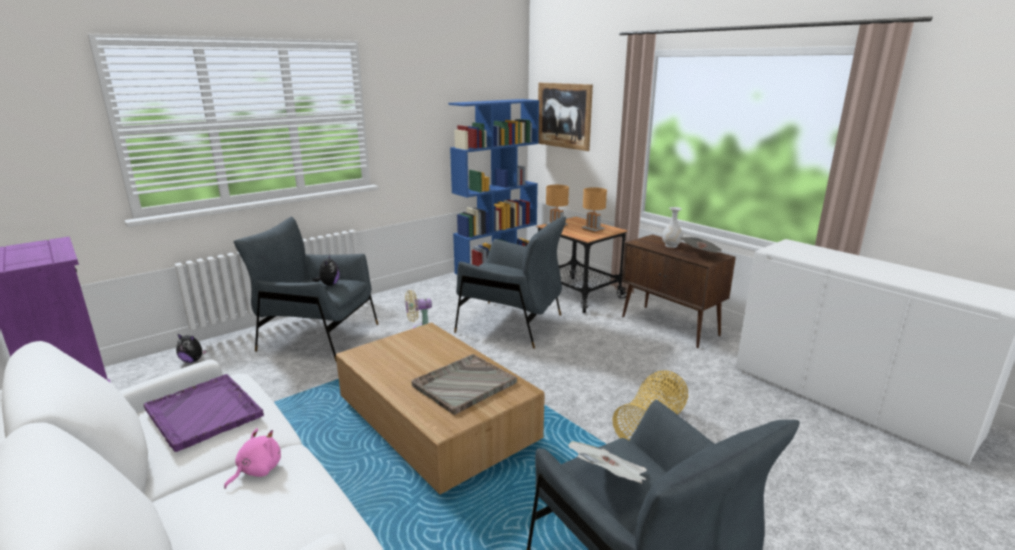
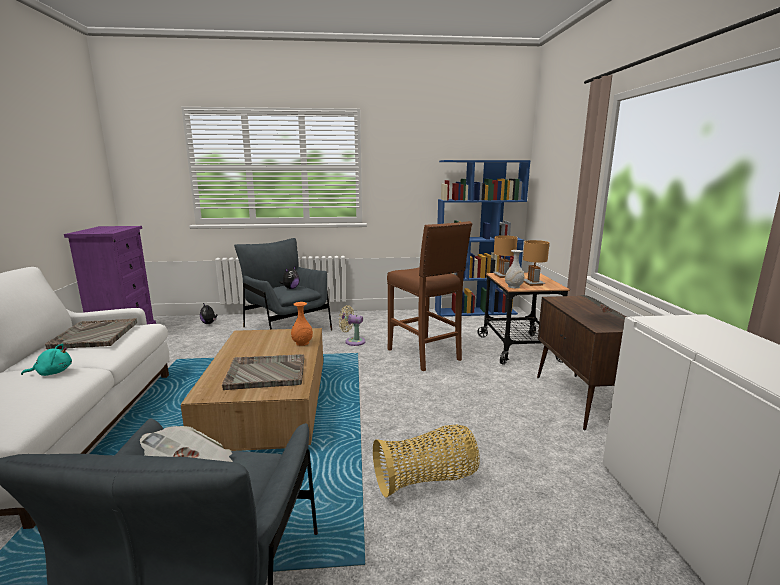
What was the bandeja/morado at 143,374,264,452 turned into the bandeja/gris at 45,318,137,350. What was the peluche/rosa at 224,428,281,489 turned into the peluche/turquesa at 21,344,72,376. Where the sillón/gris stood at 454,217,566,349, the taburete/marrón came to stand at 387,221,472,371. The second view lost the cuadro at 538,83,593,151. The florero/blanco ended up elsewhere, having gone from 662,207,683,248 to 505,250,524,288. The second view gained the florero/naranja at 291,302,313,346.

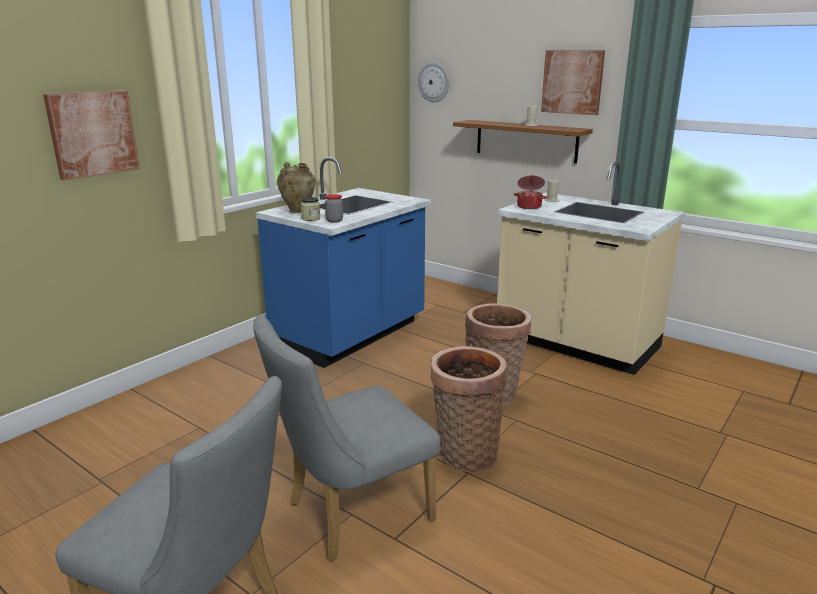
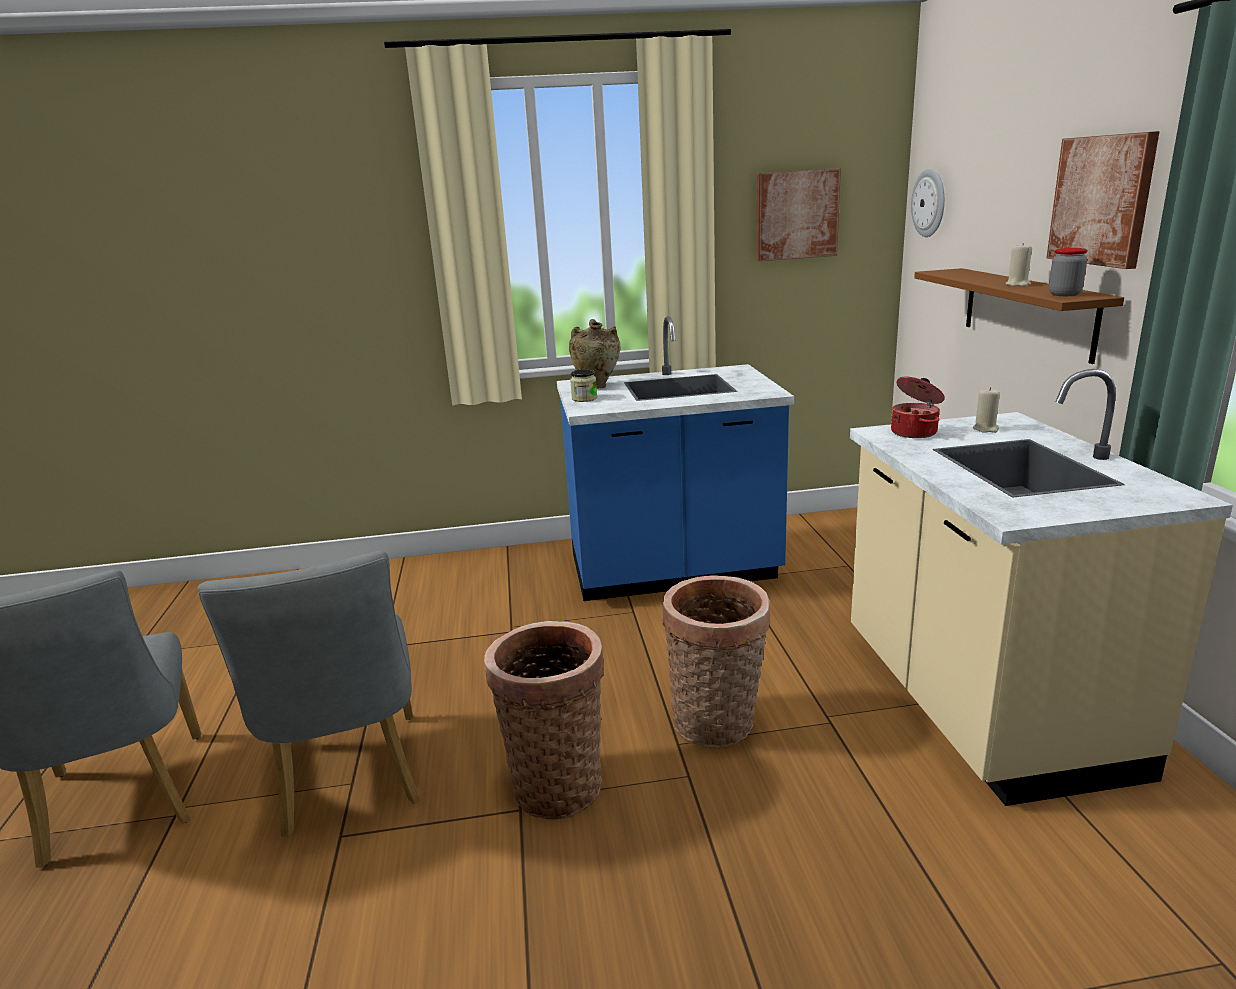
The cuadro ended up elsewhere, having gone from 43,90,140,180 to 756,168,841,261. The silla/gris at 253,315,440,561 ended up facing another way, 120 degrees counterclockwise from before. The tarro ended up elsewhere, having gone from 325,194,343,223 to 1049,248,1088,296.

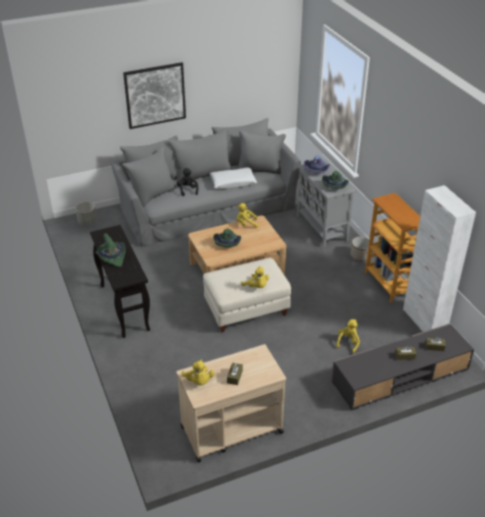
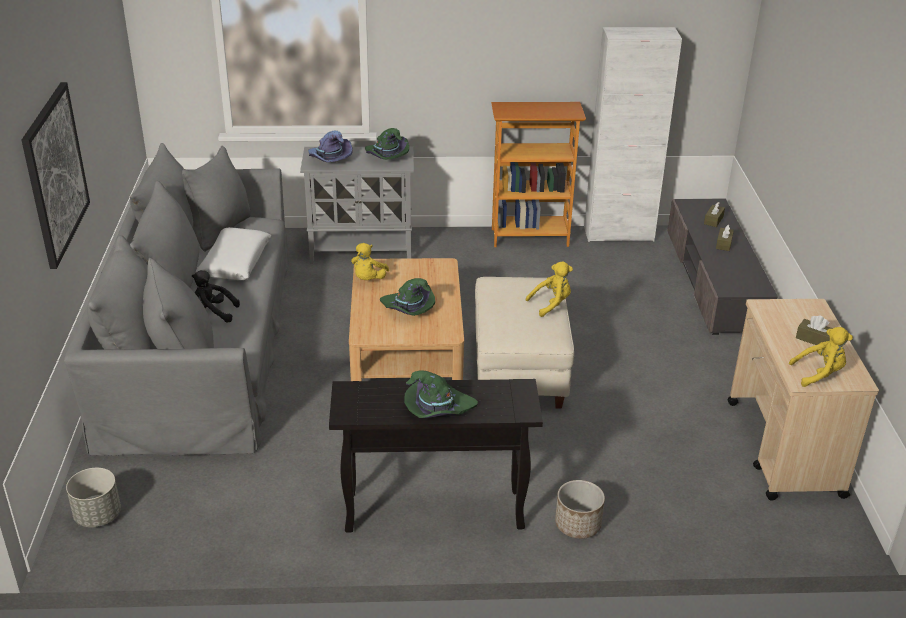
The second view lost the peluche/amarillo at 336,319,360,353. The maceta ended up elsewhere, having gone from 350,237,369,261 to 555,480,605,539.

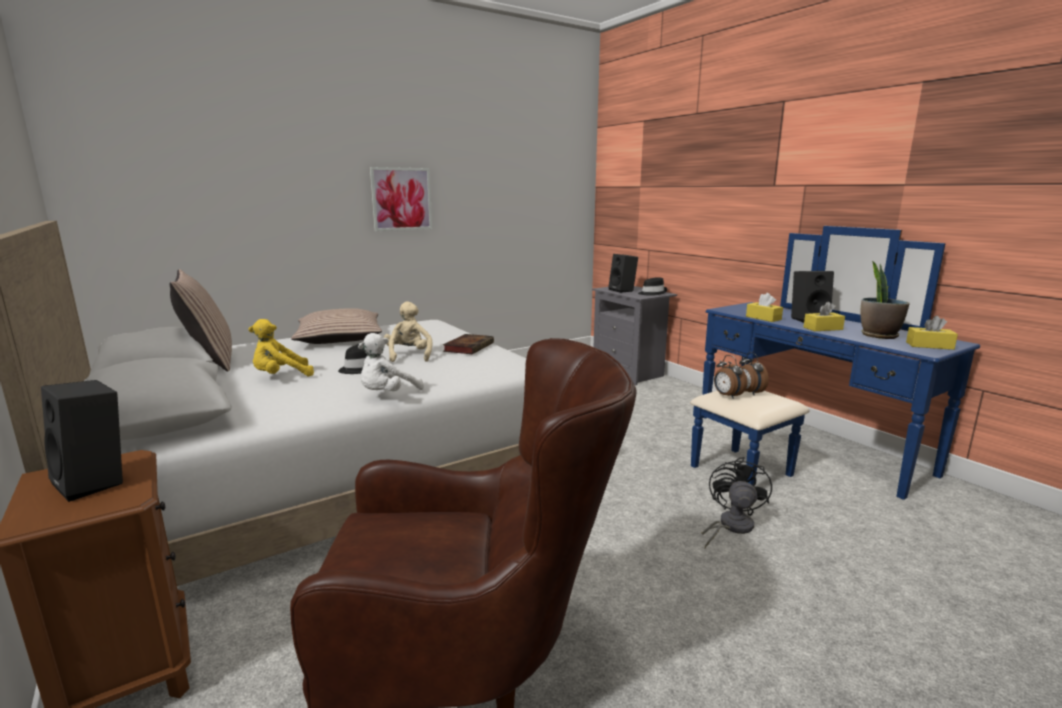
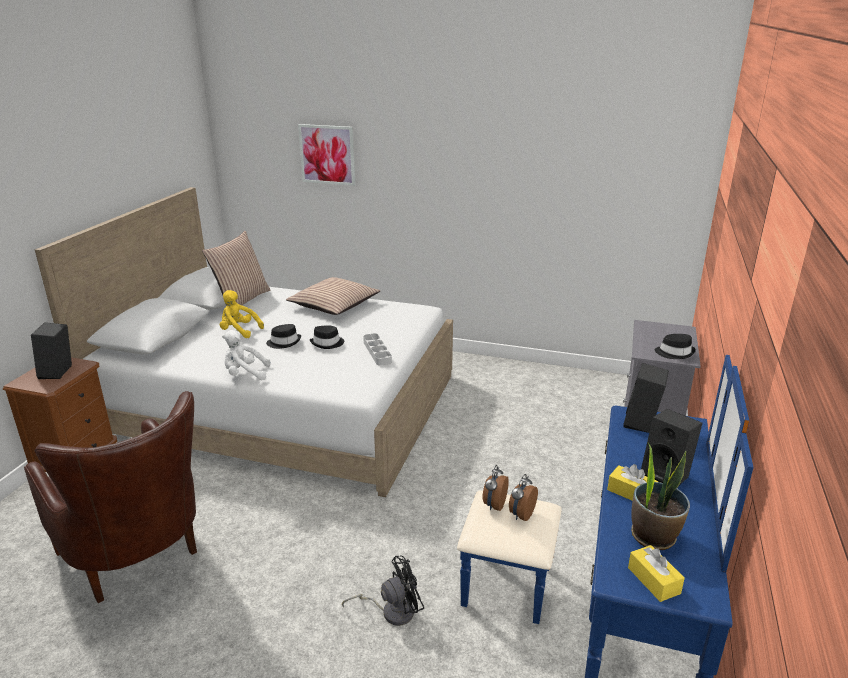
The cuadro ended up elsewhere, having gone from 370,167,432,231 to 298,124,355,186. Where the peluche/beis stood at 384,301,432,362, the sombrero/negro came to stand at 310,325,344,349. Where the libro stood at 443,334,494,354, the bandeja/gris came to stand at 363,333,392,366. The altavoz/negro ended up elsewhere, having gone from 609,254,638,293 to 623,363,669,433. The second view lost the caja de pañuelos/amarillo at 746,293,783,322.

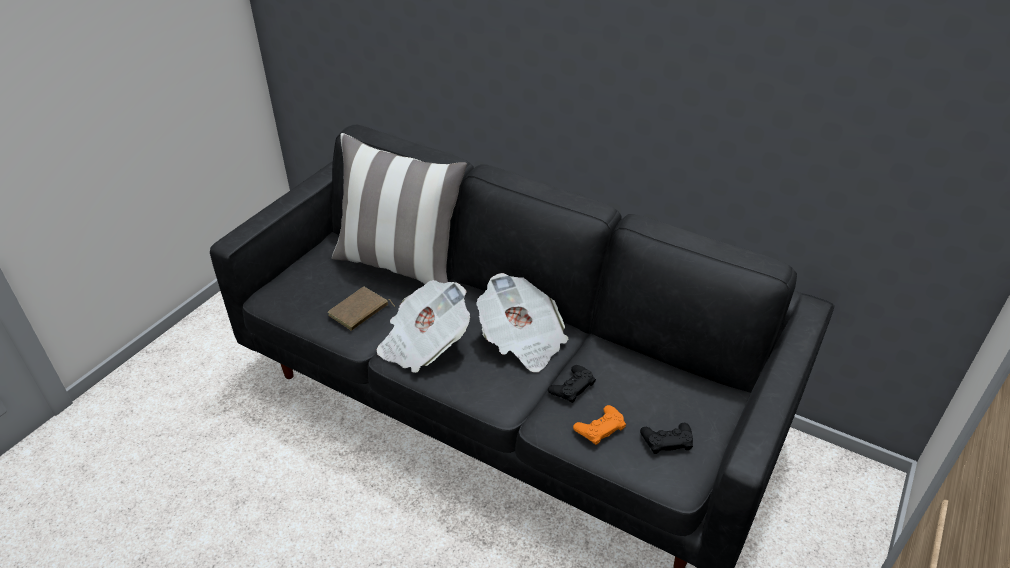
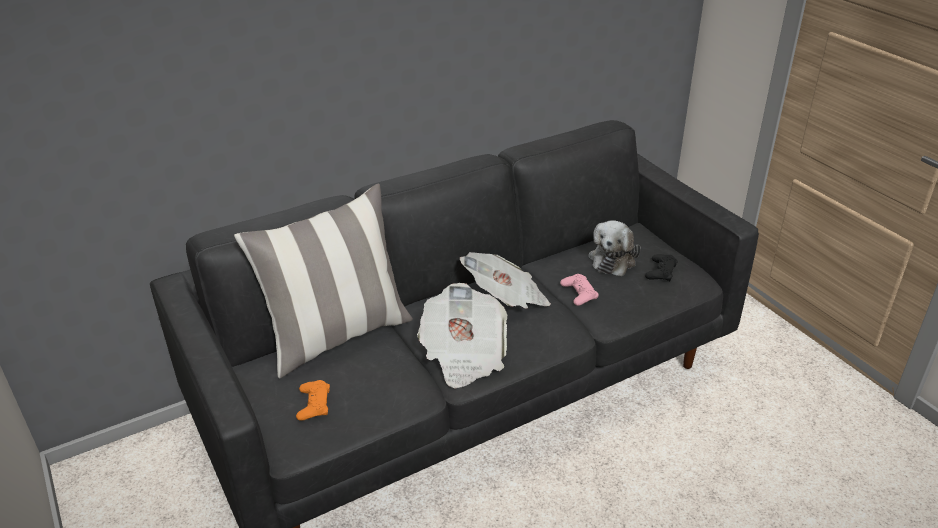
The second view lost the libro/marrón at 328,287,395,331. What was the mando de consola/negro at 548,365,596,403 turned into the mando de consola/rosa at 560,274,599,306. The mando de consola/naranja ended up elsewhere, having gone from 573,405,626,445 to 296,380,330,421. The second view gained the peluche at 588,220,641,276.

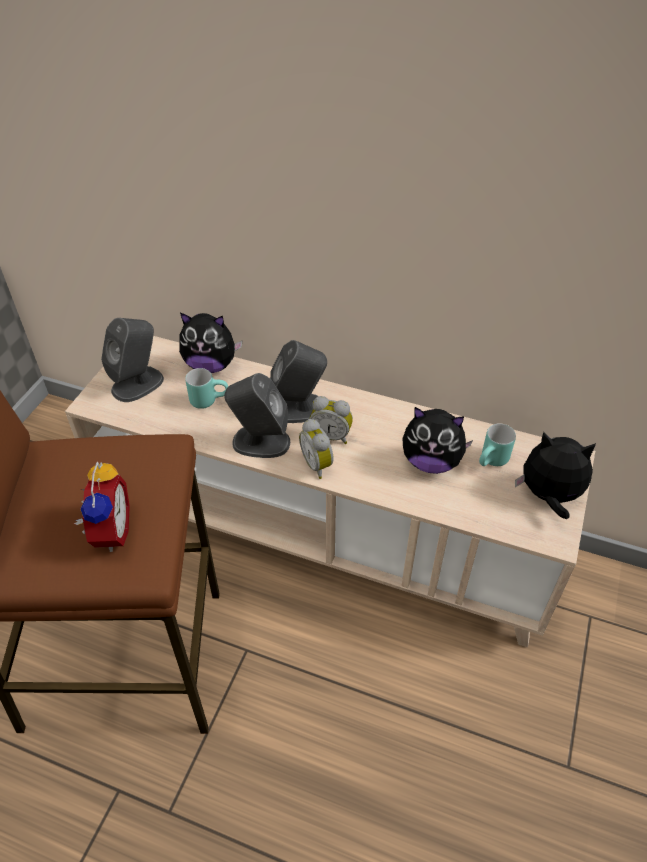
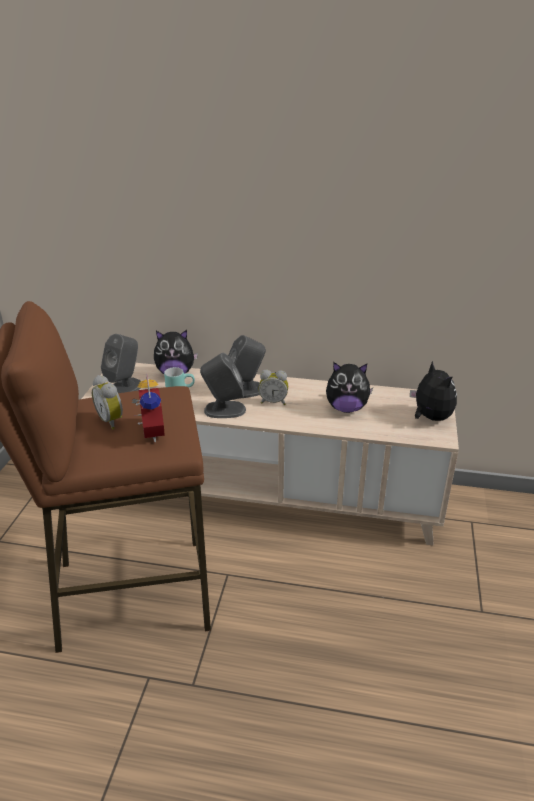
The despertador ended up elsewhere, having gone from 299,419,334,479 to 92,375,123,430. The second view lost the taza grande/turquesa at 479,423,516,466. The peluche at 515,432,596,519 ended up facing another way, 60 degrees clockwise from before.

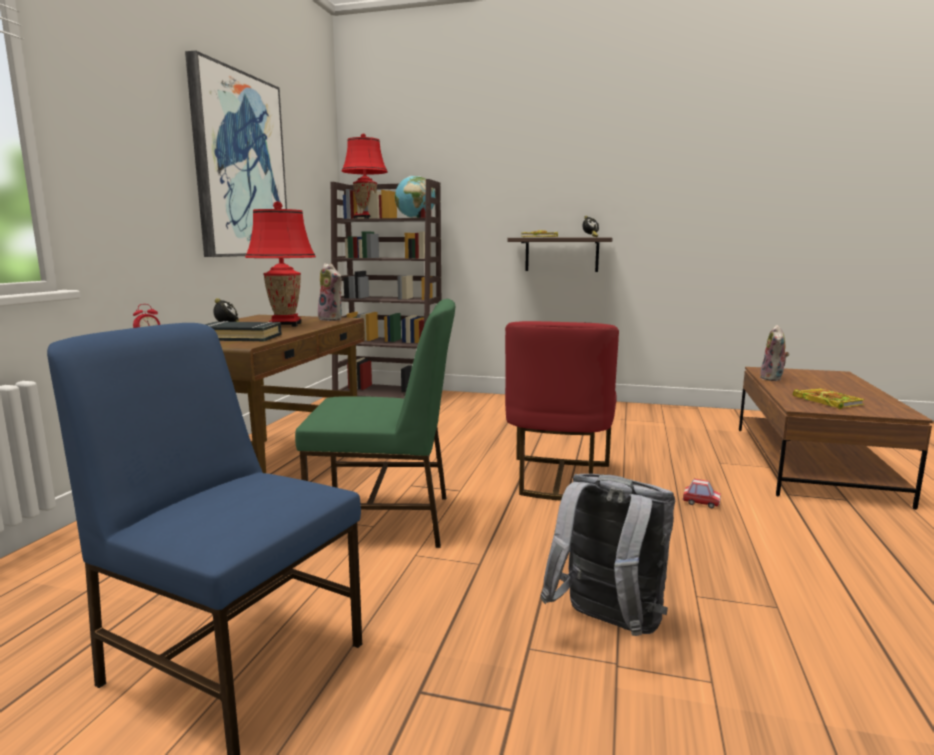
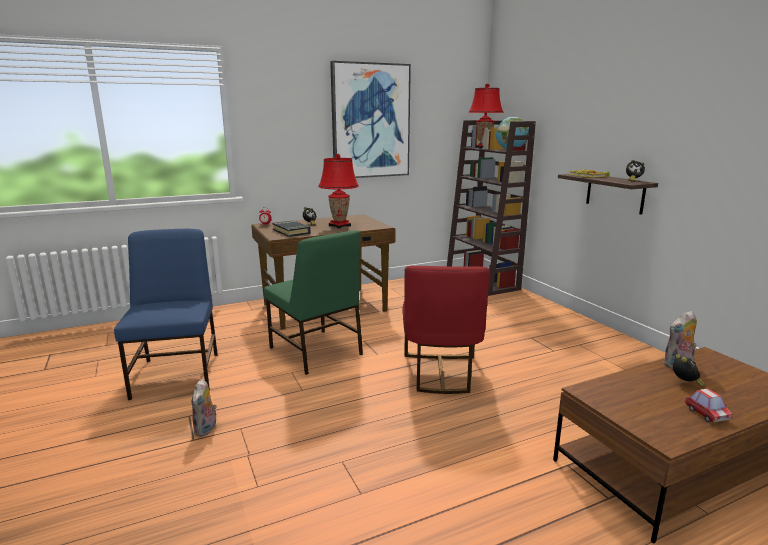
The peluche ended up elsewhere, having gone from 318,263,342,321 to 192,379,217,437. The silla/rojo at 505,321,619,501 ended up facing another way, 60 degrees counterclockwise from before. The second view lost the mochila/gris at 540,474,675,636. The coche de juguete ended up elsewhere, having gone from 683,479,721,508 to 685,388,732,422. The second view lost the libro at 793,389,865,409. The second view gained the despertador at 673,354,705,387.

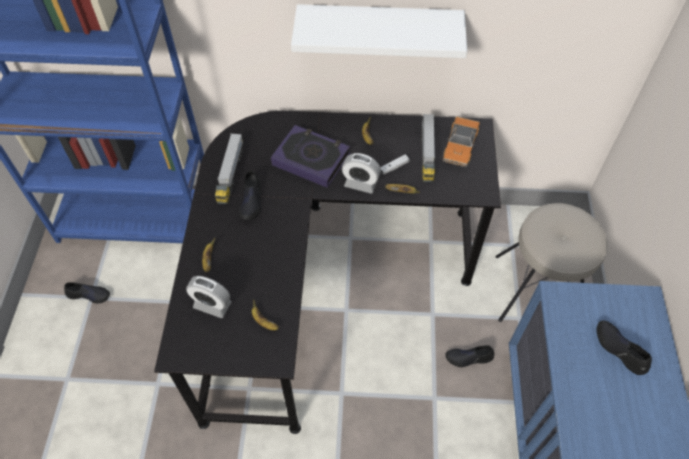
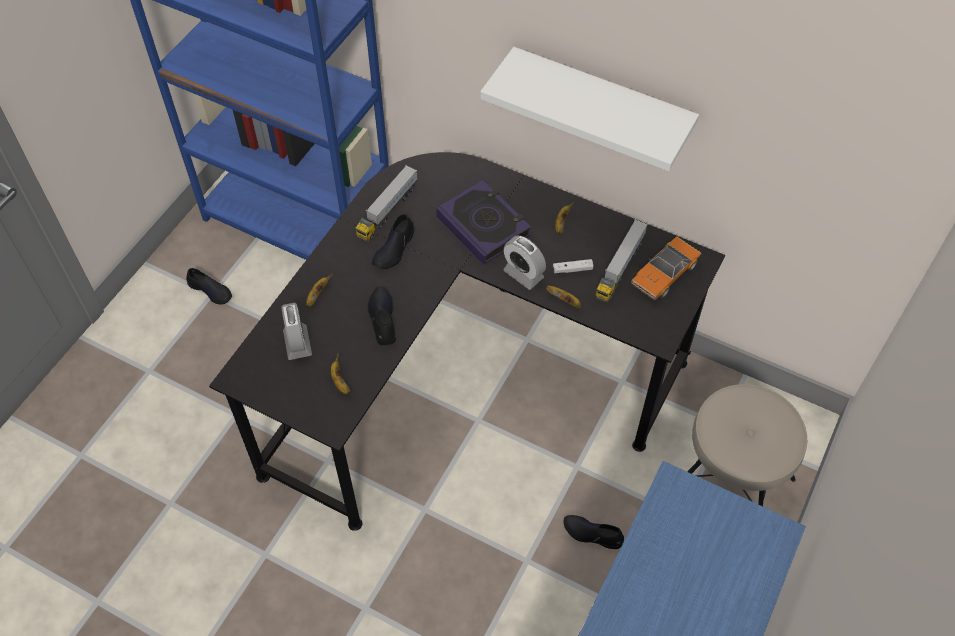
The despertador at 186,276,231,318 ended up facing another way, 150 degrees counterclockwise from before. The zapato/negro ended up elsewhere, having gone from 596,320,652,375 to 367,286,396,345.

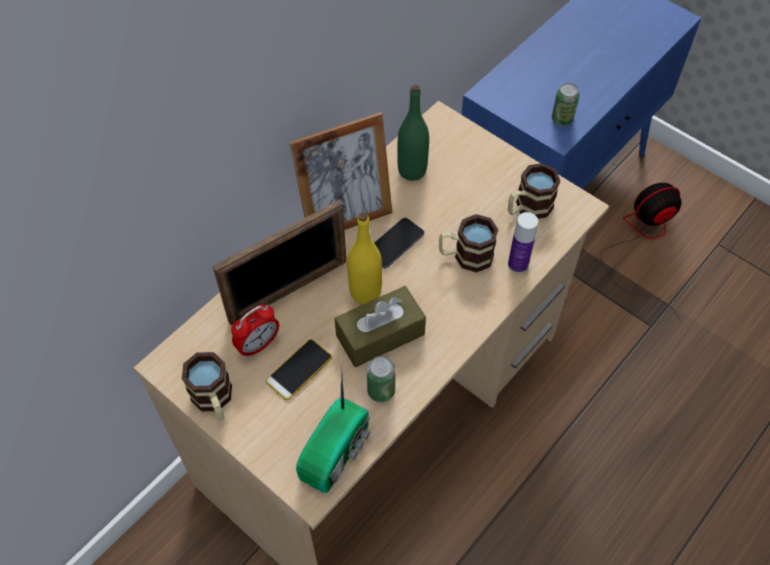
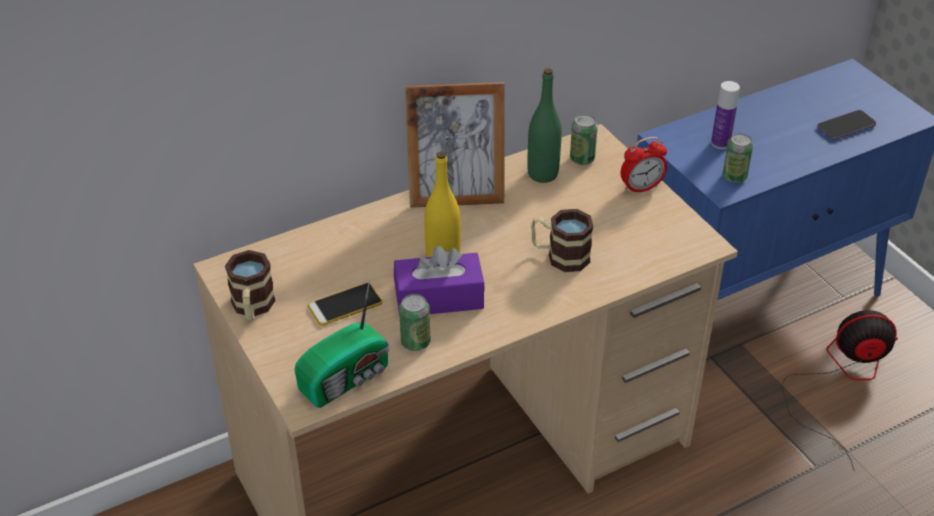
The second view lost the portarretratos at 212,200,346,325. The despertador ended up elsewhere, having gone from 231,304,279,358 to 621,137,667,195. What was the caja de pañuelos/marrón at 335,286,426,367 turned into the caja de pañuelos/morado at 394,246,485,316. The móvil ended up elsewhere, having gone from 374,218,424,269 to 817,110,876,140. The second view lost the taza grande at 508,163,560,219. The botella ended up elsewhere, having gone from 508,212,538,273 to 711,81,740,149. The second view gained the lata at 570,114,598,165.

